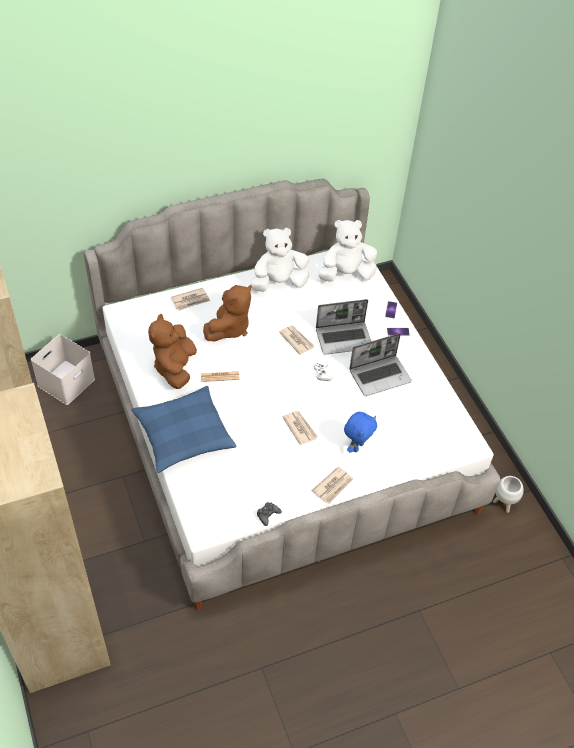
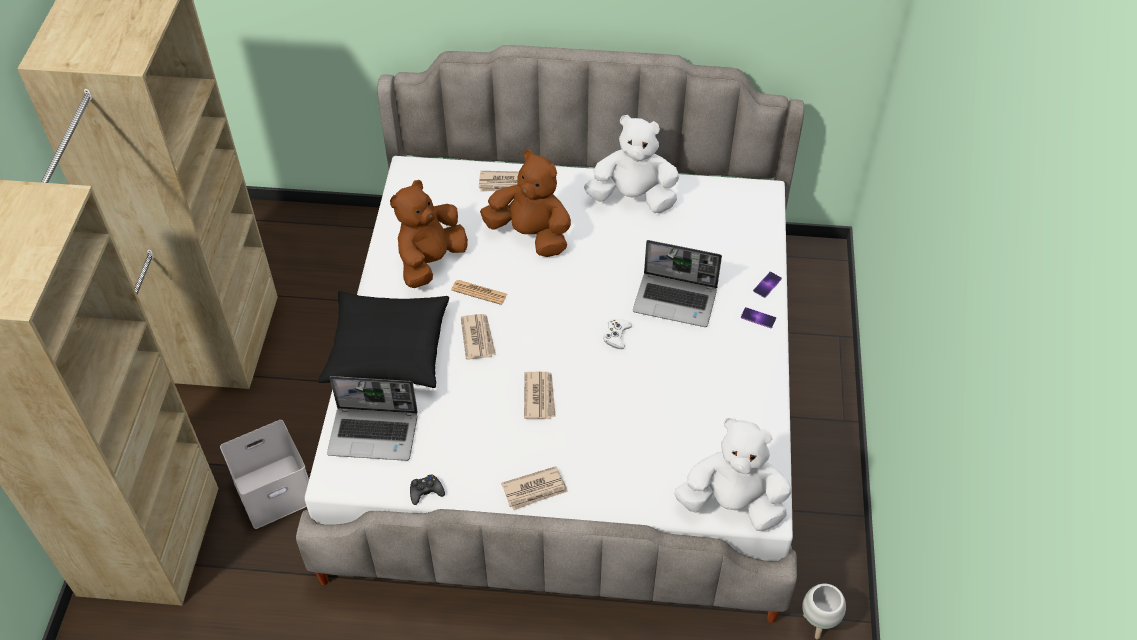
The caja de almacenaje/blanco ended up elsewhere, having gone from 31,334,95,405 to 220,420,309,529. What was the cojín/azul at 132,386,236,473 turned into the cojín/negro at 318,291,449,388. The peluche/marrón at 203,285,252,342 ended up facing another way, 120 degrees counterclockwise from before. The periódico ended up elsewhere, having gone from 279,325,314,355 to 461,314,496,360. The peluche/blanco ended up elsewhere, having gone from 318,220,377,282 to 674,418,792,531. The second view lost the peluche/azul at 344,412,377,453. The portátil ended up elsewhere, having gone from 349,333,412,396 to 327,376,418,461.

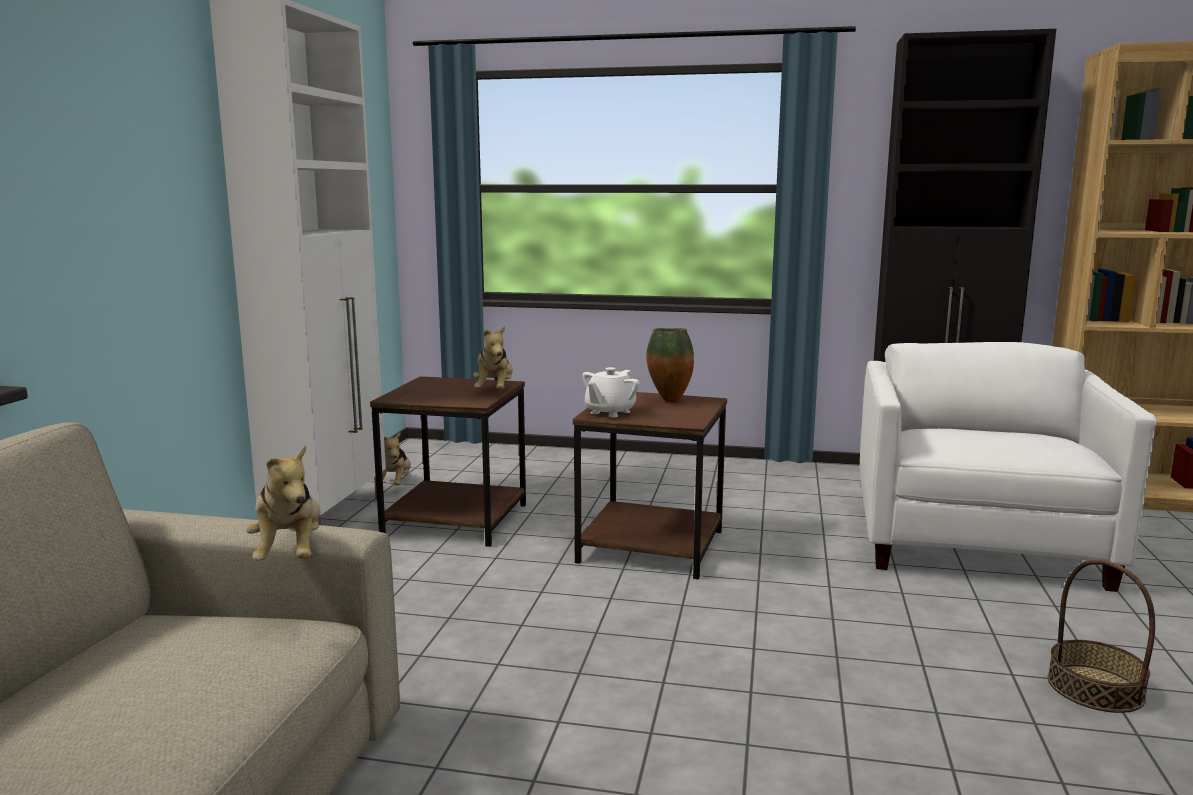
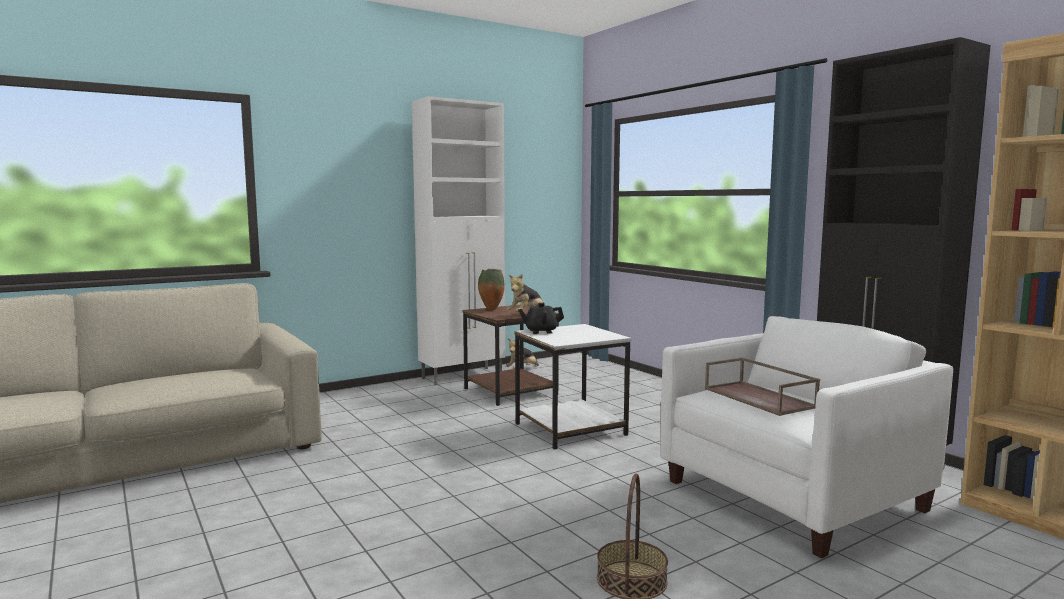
The second view lost the peluche at 246,445,320,561. What was the mesa auxiliar/marrón at 573,392,727,580 turned into the mesa auxiliar/blanco at 515,324,631,450. What was the tetera/blanco at 582,367,640,418 turned into the tetera/negro at 518,303,564,334. The florero ended up elsewhere, having gone from 646,328,694,403 to 478,269,504,310. The second view gained the bandeja/marrón at 705,357,820,416.

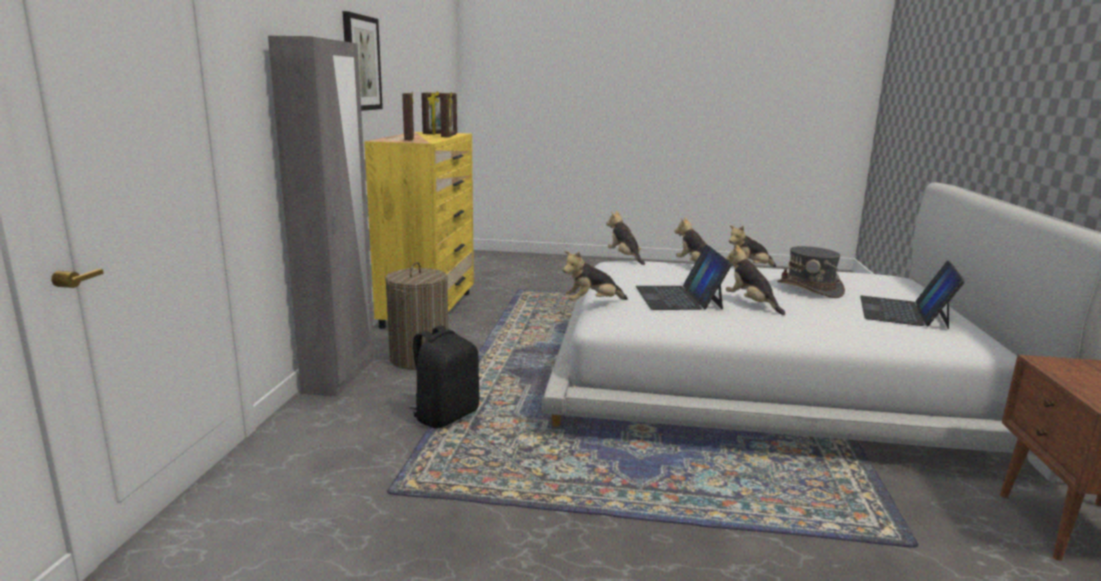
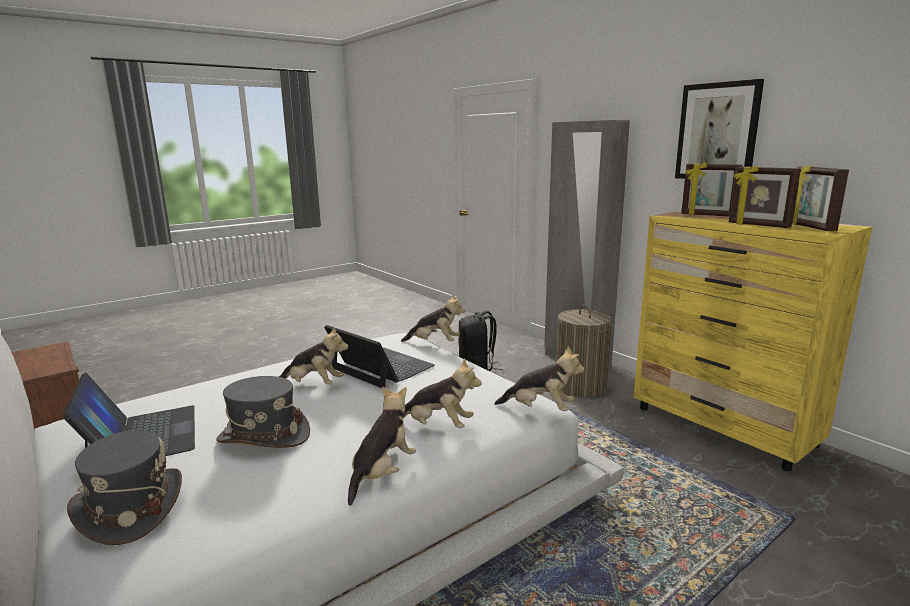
The peluche at 563,251,628,301 ended up facing another way, 75 degrees clockwise from before. The second view gained the sombrero/gris at 67,430,182,545.

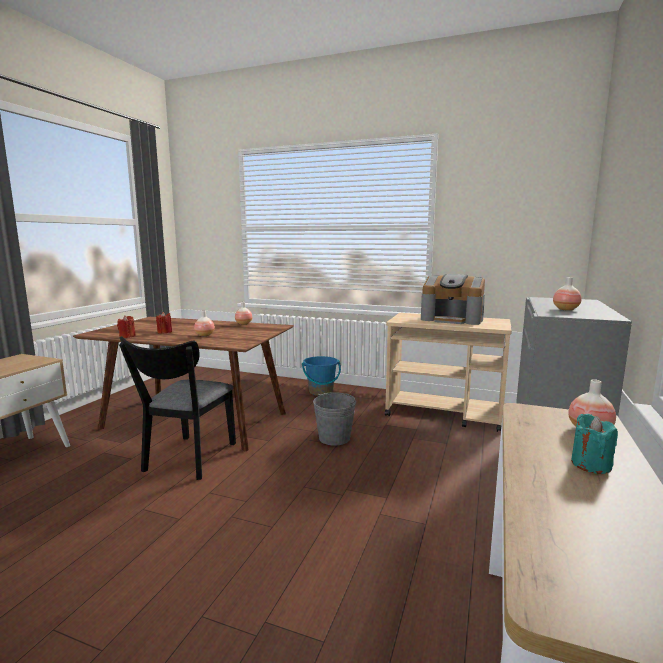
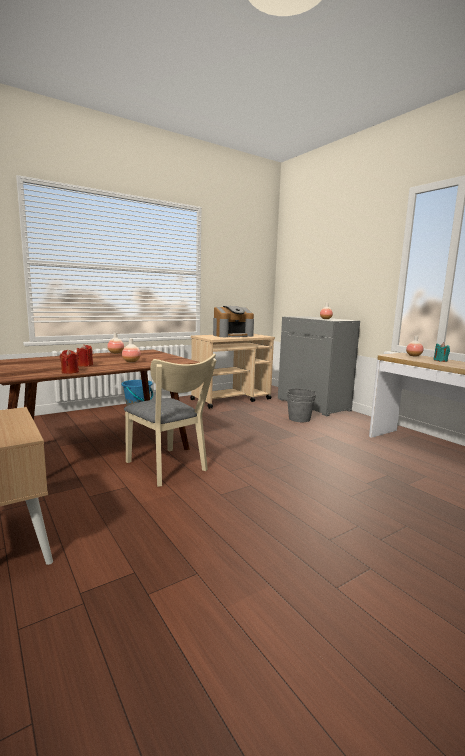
What was the silla/negro at 119,336,236,480 turned into the silla/beis at 124,353,216,487. The cubo/gris ended up elsewhere, having gone from 313,392,356,446 to 287,388,316,422.

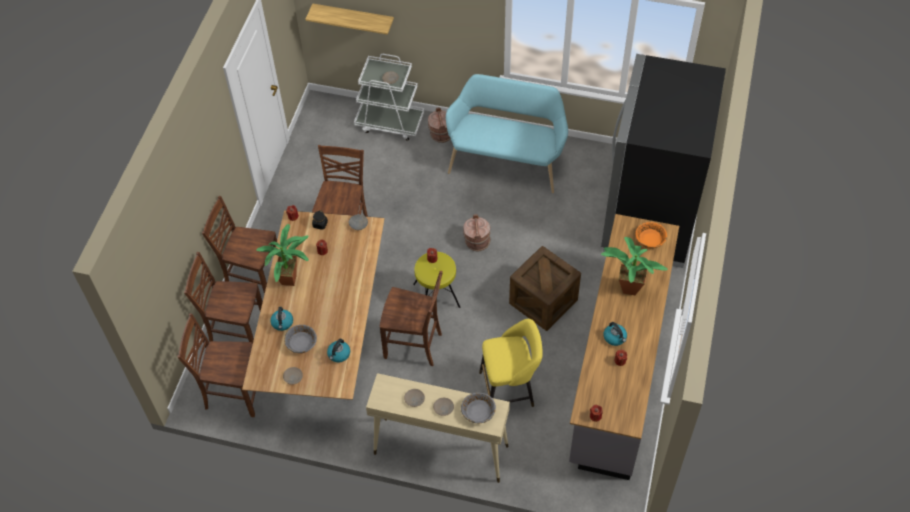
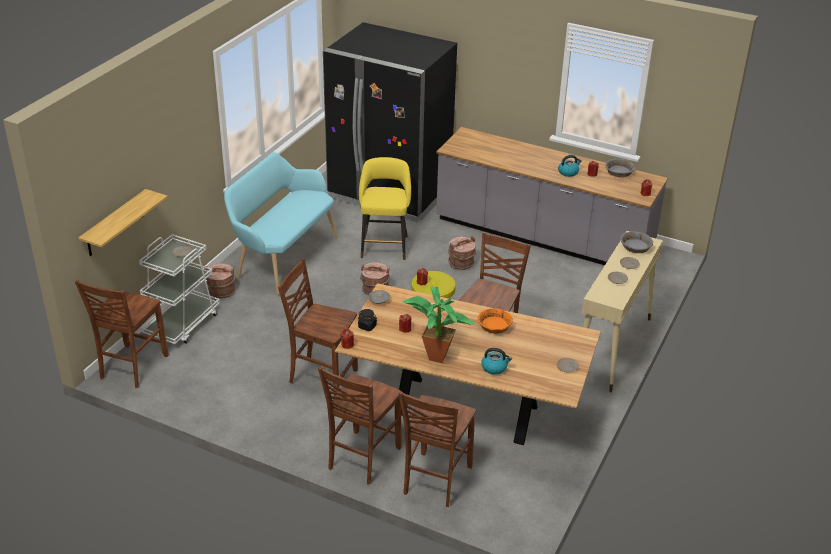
The silla/marrón ended up elsewhere, having gone from 178,313,256,417 to 75,280,169,388. The cuenco/gris ended up elsewhere, having gone from 284,325,317,353 to 605,159,635,177. The second view lost the hervidor at 327,338,350,362. The taburete/amarillo ended up elsewhere, having gone from 479,319,543,407 to 359,157,411,260. Where the caja de embalaje stood at 509,246,581,331, the cubo/marrón came to stand at 448,236,476,270. The second view lost the planta en maceta at 601,237,668,295. The cuenco/naranja ended up elsewhere, having gone from 635,222,667,249 to 478,308,513,334.

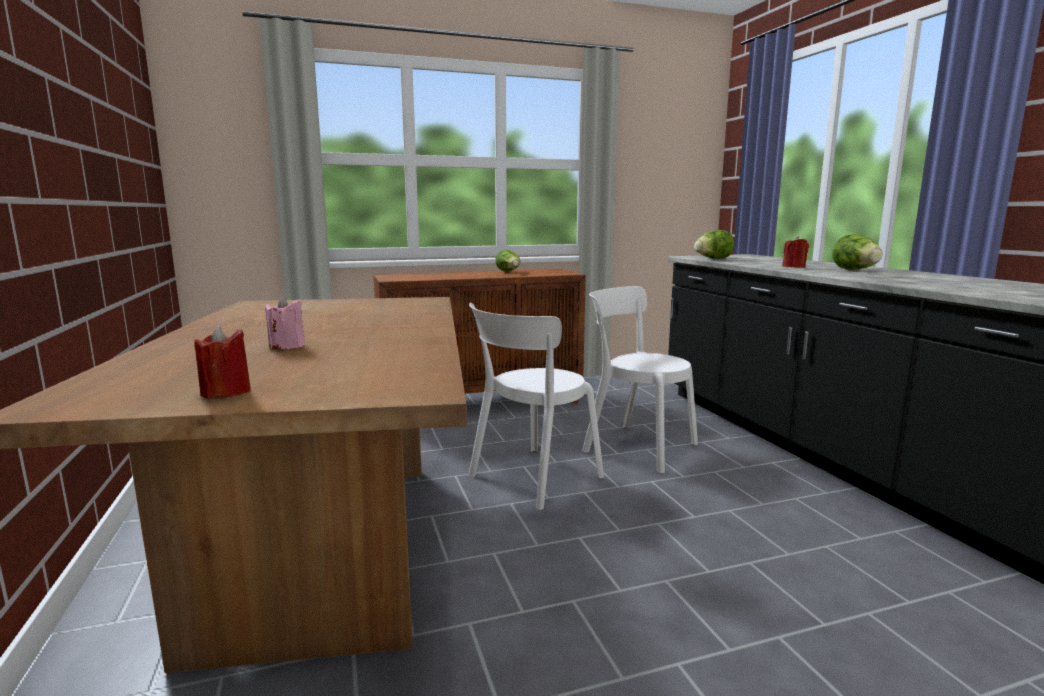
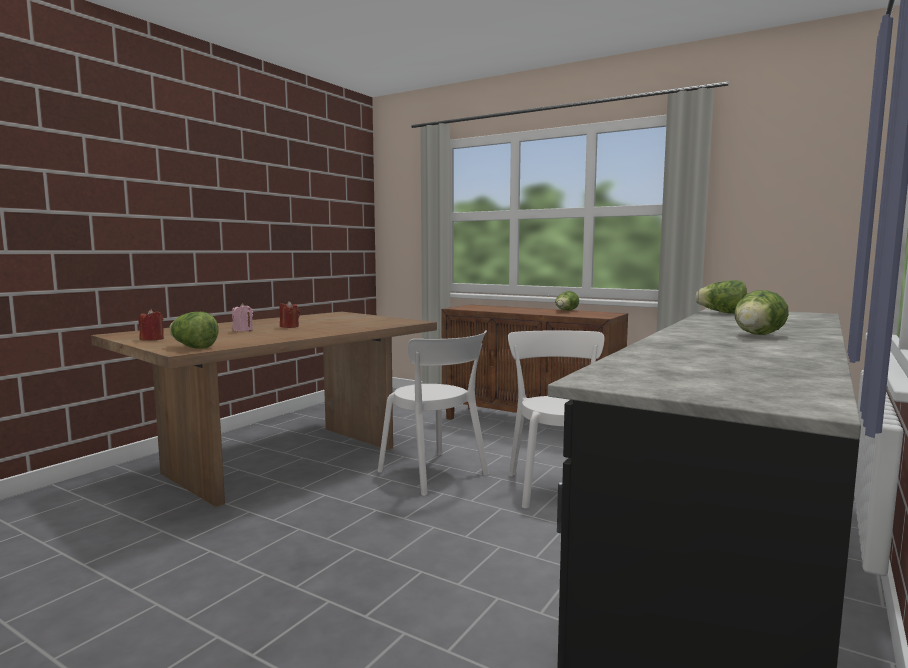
The silla/blanco at 468,303,604,510 ended up facing another way, 135 degrees counterclockwise from before. The vela/rojo ended up elsewhere, having gone from 782,236,809,268 to 279,301,300,328. The second view gained the lechuga at 169,312,219,348.

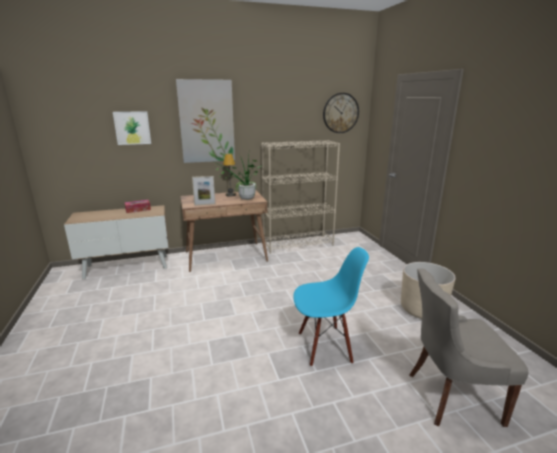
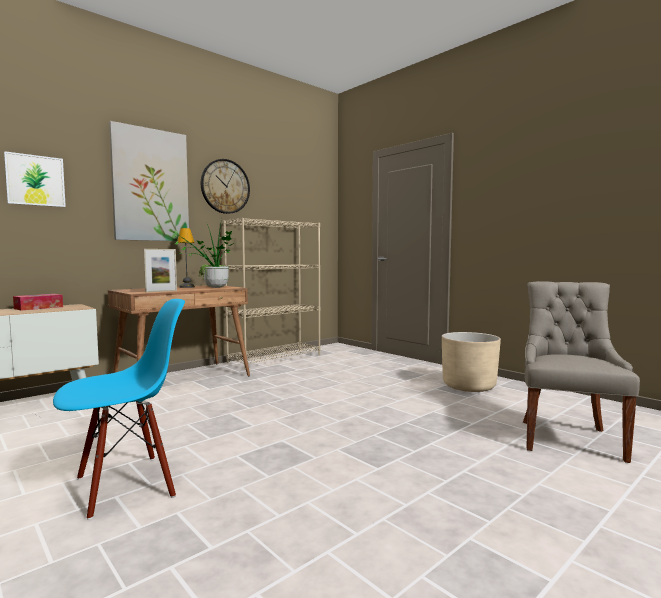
The silla/azul ended up elsewhere, having gone from 293,247,369,367 to 53,299,185,520. The reloj de pared ended up elsewhere, having gone from 323,93,359,133 to 201,159,250,214. The silla/gris at 409,268,528,427 ended up facing another way, 135 degrees clockwise from before.

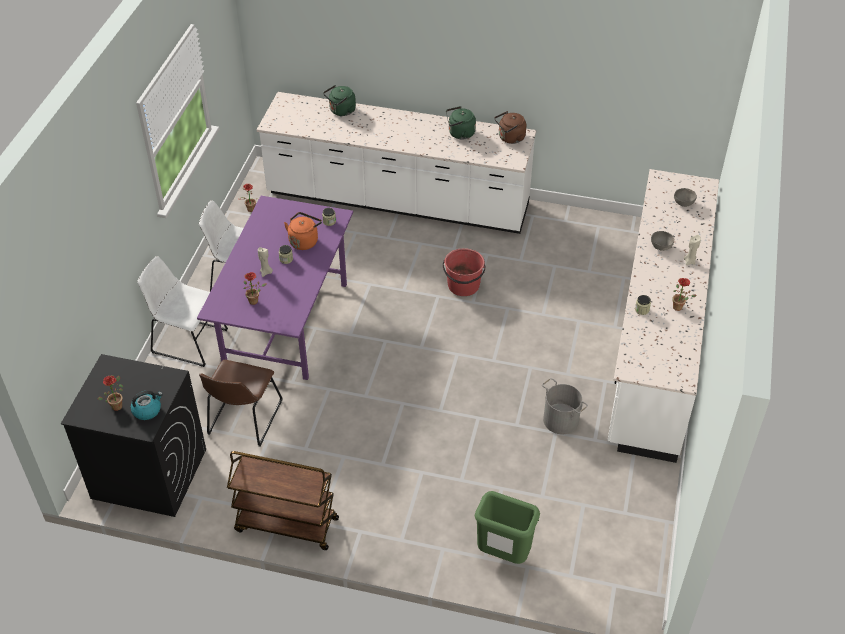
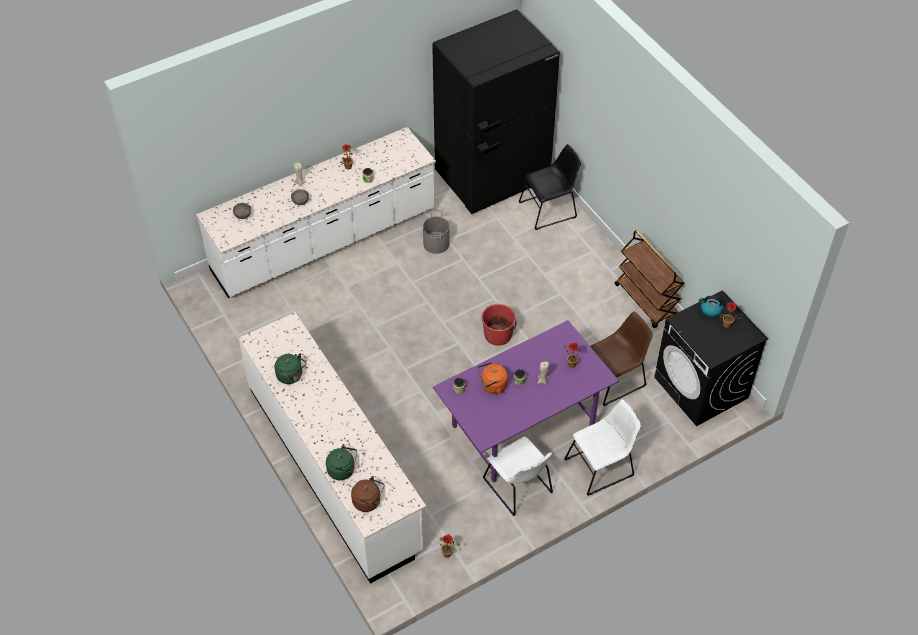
The silla/blanco at 137,256,228,367 ended up facing another way, 90 degrees counterclockwise from before. The cubo/rojo ended up elsewhere, having gone from 443,248,486,296 to 481,304,517,346. Where the papelera/verde stood at 475,491,540,564, the silla/negro came to stand at 518,144,581,230. The hervidor/marrón ended up elsewhere, having gone from 494,111,526,144 to 351,476,385,512. The second view gained the nevera/negro at 432,9,560,214.

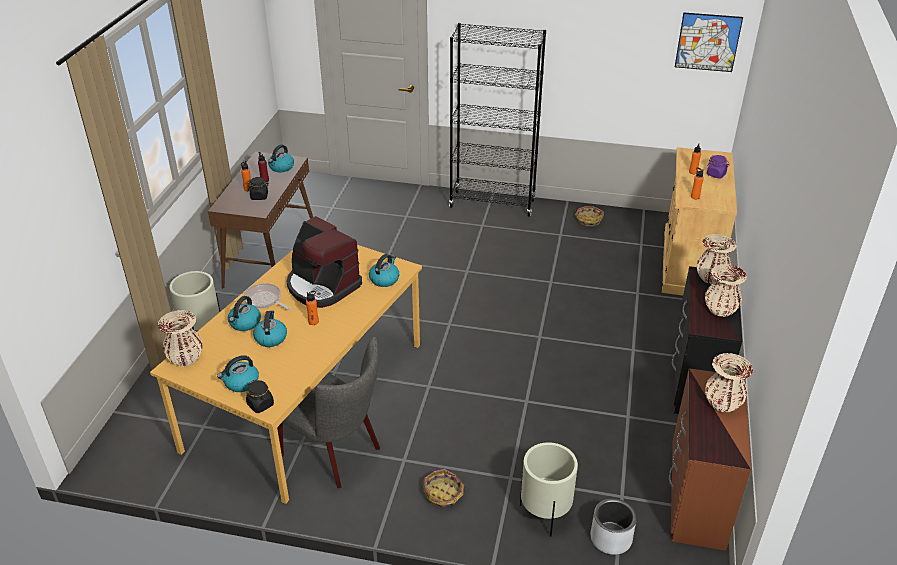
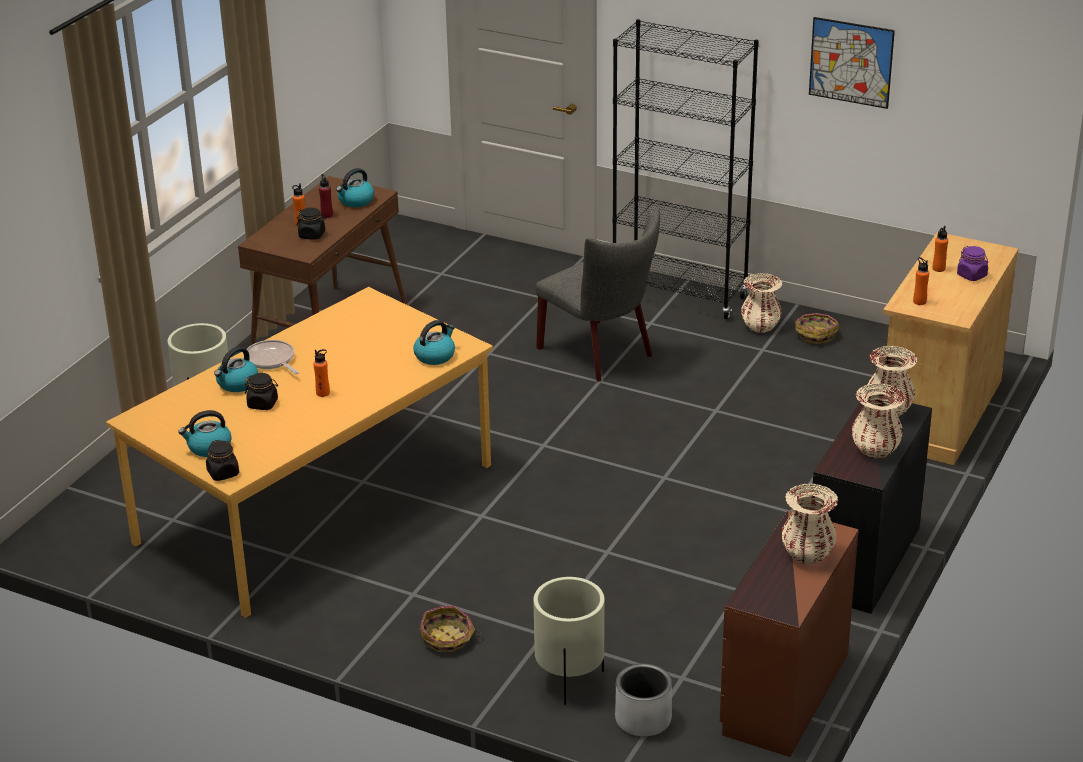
The florero/beis ended up elsewhere, having gone from 158,310,203,366 to 741,273,782,333. Where the hervidor stood at 253,311,287,347, the tarro/negro came to stand at 245,373,278,410. The silla/gris ended up elsewhere, having gone from 277,337,380,488 to 535,208,660,382. The second view lost the cafetera at 286,216,362,308. The cuadro ended up elsewhere, having gone from 675,12,743,72 to 809,17,895,109.

